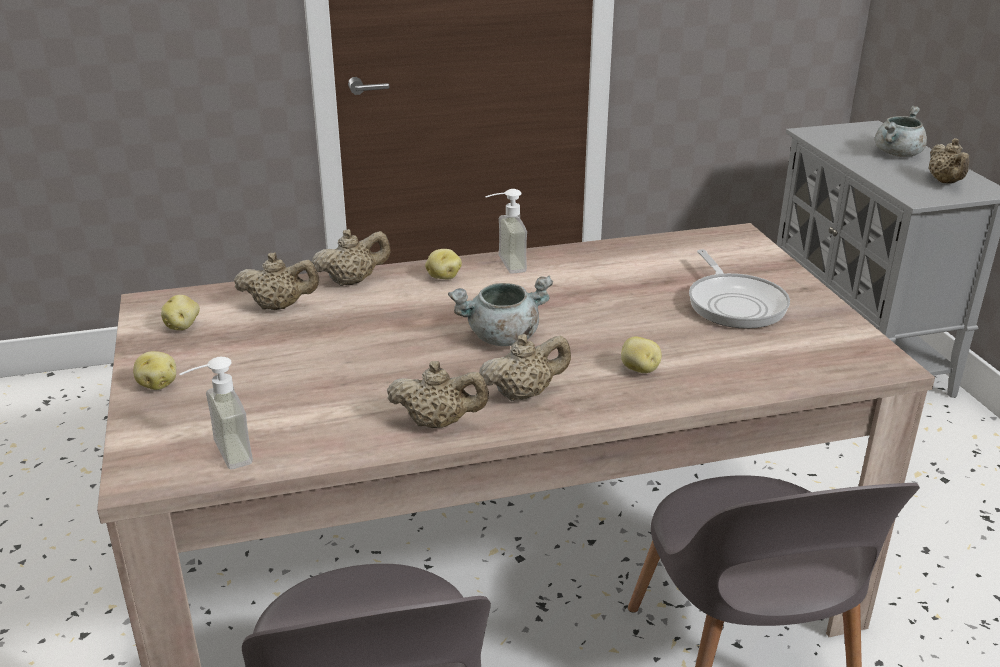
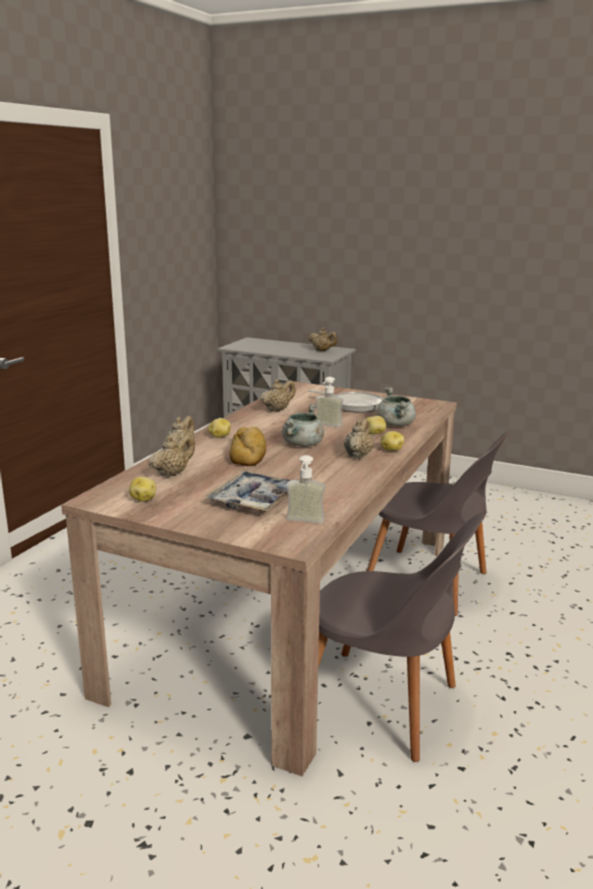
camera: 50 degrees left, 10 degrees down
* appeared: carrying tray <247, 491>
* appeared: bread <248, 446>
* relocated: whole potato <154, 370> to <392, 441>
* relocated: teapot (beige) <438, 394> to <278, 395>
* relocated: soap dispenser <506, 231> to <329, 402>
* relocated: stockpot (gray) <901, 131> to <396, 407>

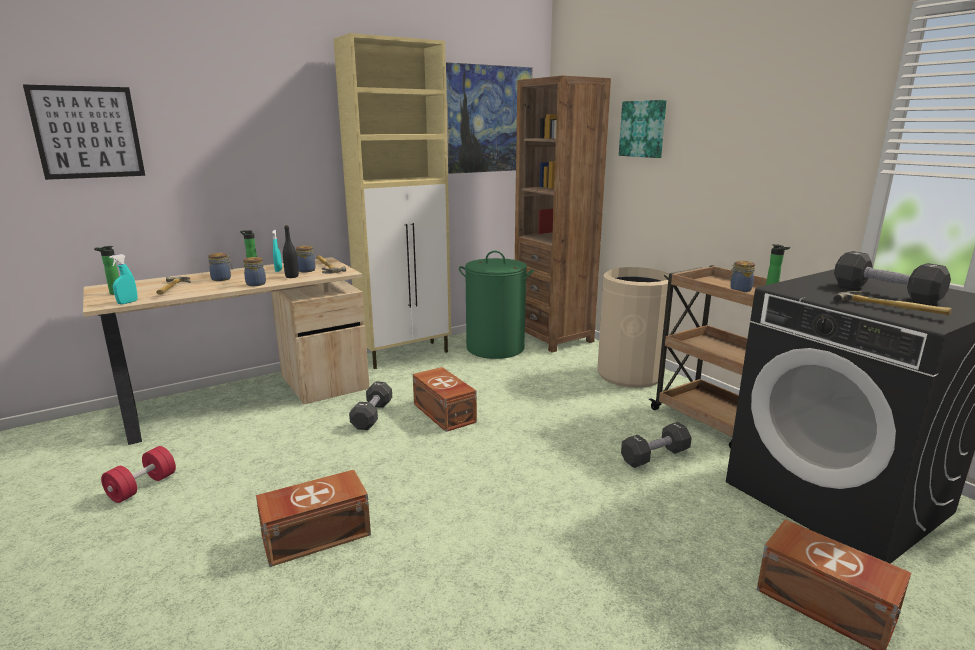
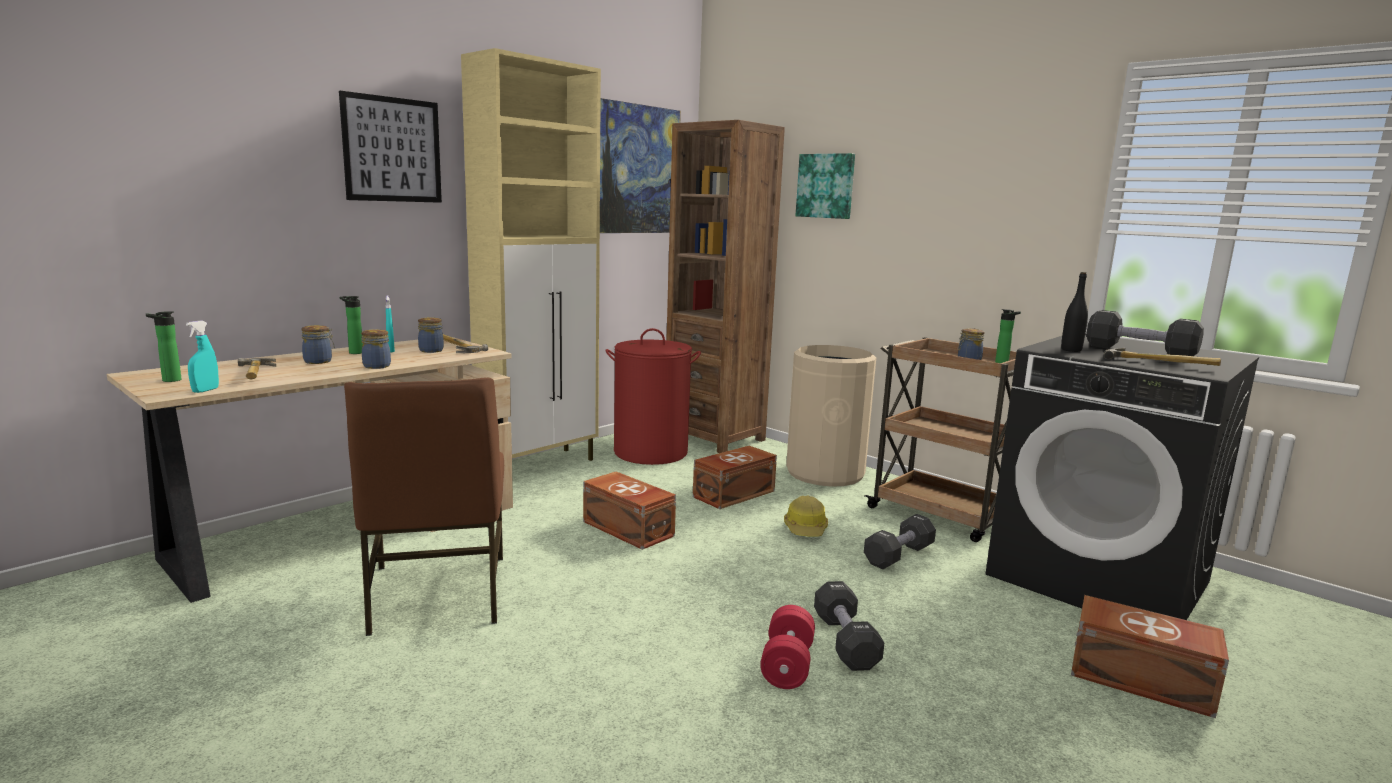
camera: 15 degrees left, 5 degrees down
* appeared: plain chair (brownish) <424, 507>
* appeared: work helmet <806, 516>
* relocated: wall picture <84, 132> to <390, 147>
* relocated: free weight (reddish) <138, 474> to <787, 647>
* relocated: storage box (brownish) <313, 518> to <735, 477>
* relocated: drink bottle (black-coloured) <291, 251> to <1074, 312>
* relocated: free weight (black-coloured) <370, 405> to <849, 626>
* colour: hamper (green) <496, 305> to hamper (reddish) <653, 396>

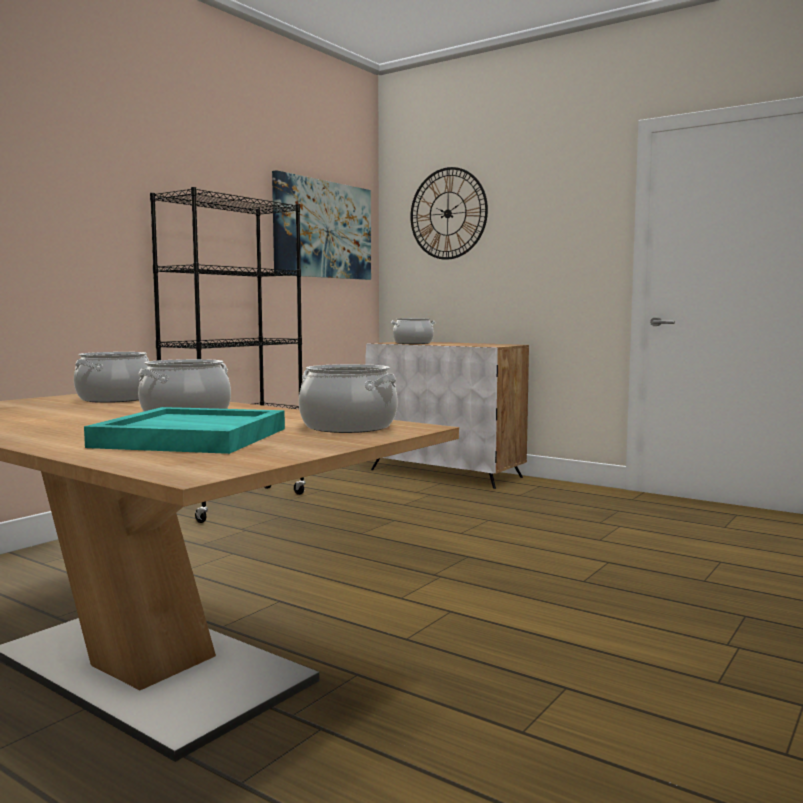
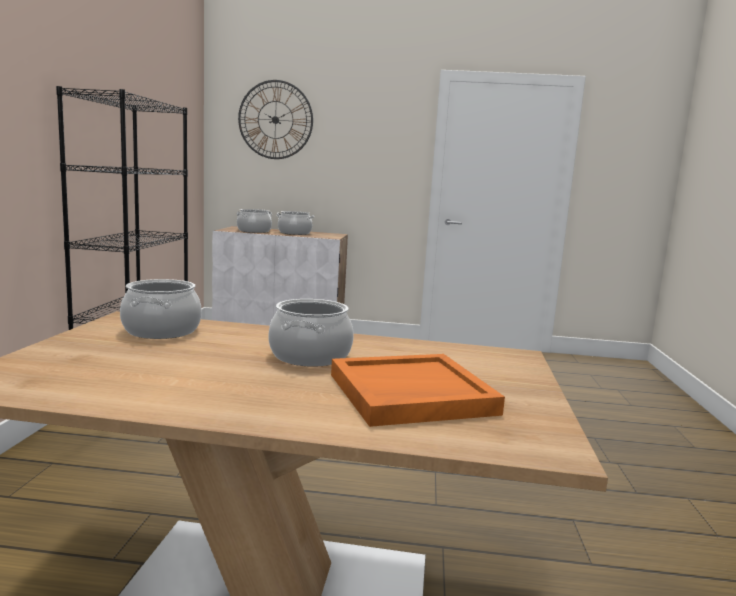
camera: 30 degrees left, 5 degrees up
* missing: wall picture <321, 225>
* relocated: stockpot <348, 398> to <295, 223>
* colour: carrying tray (turquoise-coloured) <184, 430> to carrying tray (orangey) <418, 390>

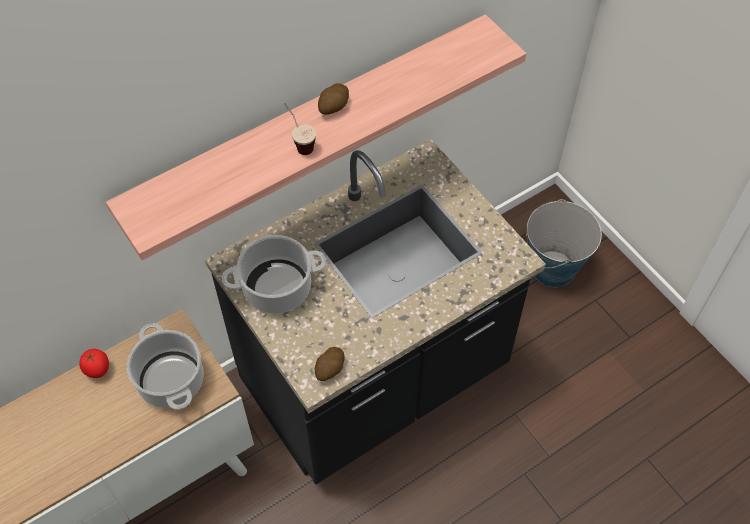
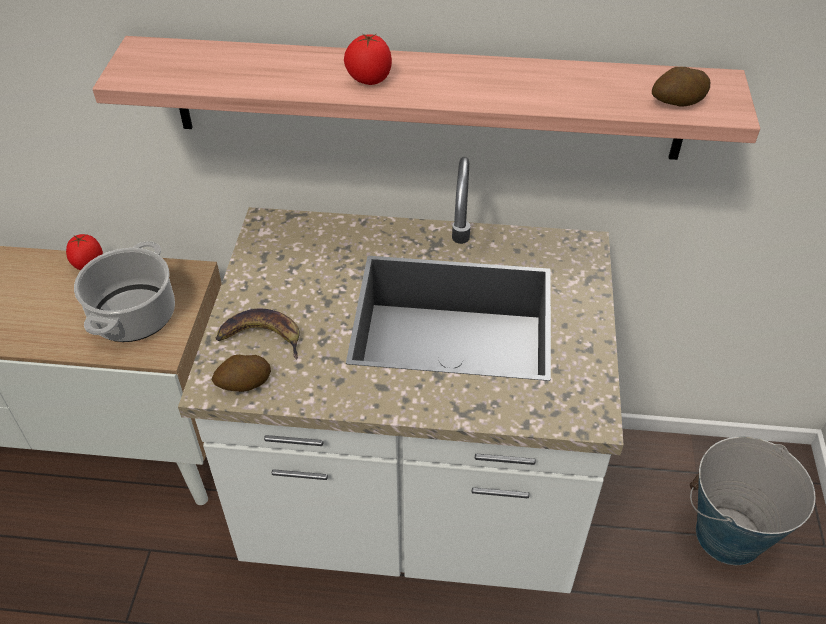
camera: 40 degrees right, 10 degrees down
* missing: stockpot <274, 274>
* appeared: whole banana <258, 334>
* relocated: whole potato <333, 99> to <681, 87>
* exchanged: cup <300, 129> to whole tomato <368, 59>
* colour: counter (black-coloured) <375, 312> to counter (white) <401, 375>

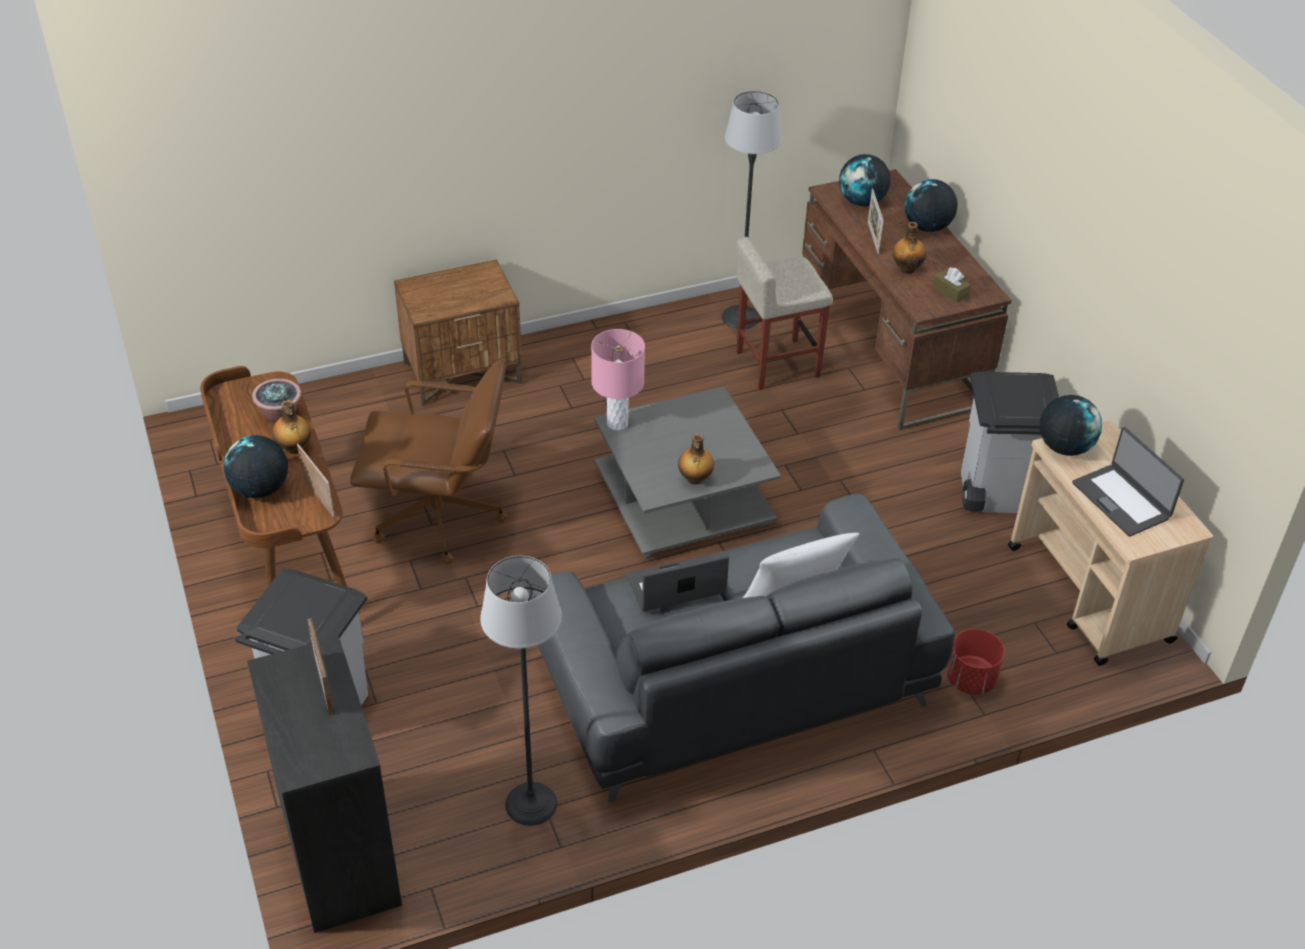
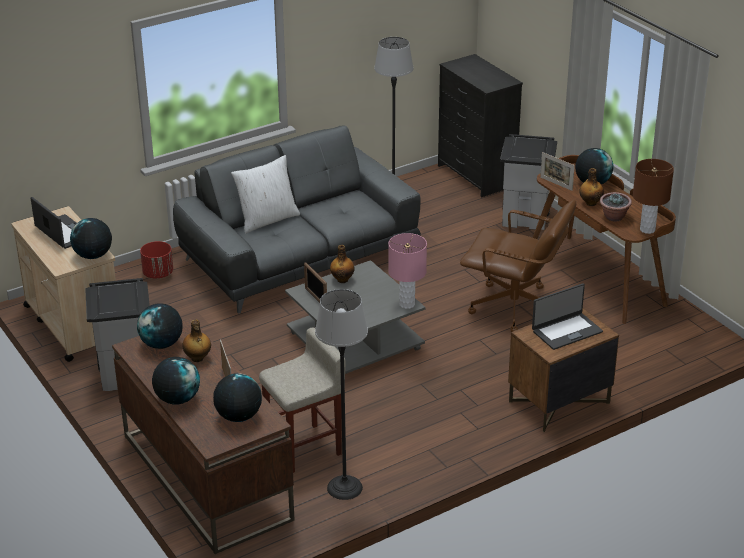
camera: 170 degrees right, 10 degrees down
* appeared: tabletop lamp (brownish) <653, 196>
* relocated: photo frame <320, 667> to <315, 282>
* relocated: portable computer <678, 583> to <567, 316>
* exchanged: box of tissues (brownish) <952, 285> to desk globe <159, 326>
* spun: office chair (brownish) <428, 461> = <518, 266> 150 degrees counterclockwise

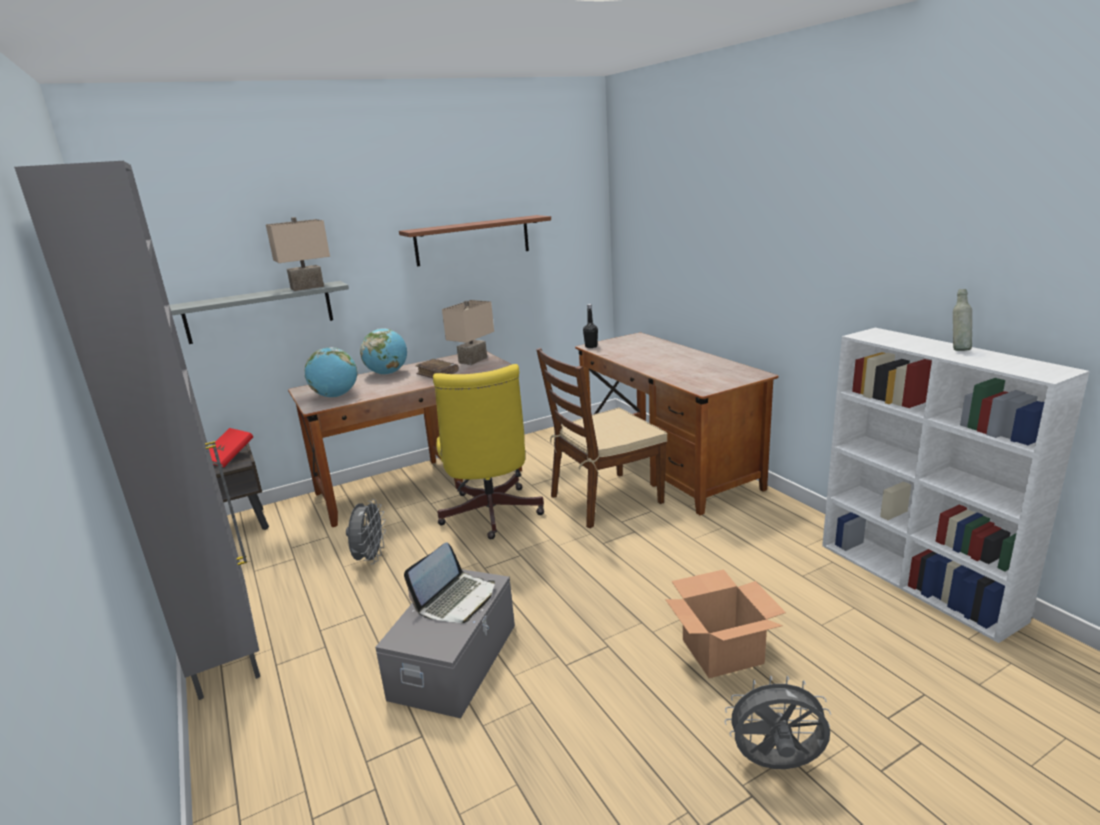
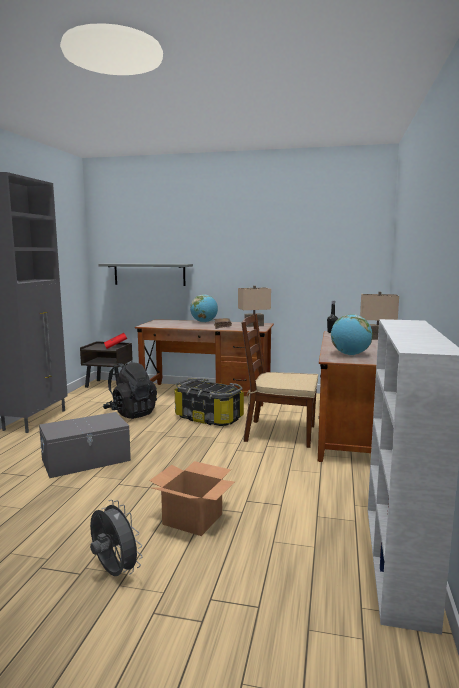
camera: 40 degrees right, 10 degrees down
* missing: wall shelf (brownish) <475, 241>
* missing: portable computer <449, 583>
* missing: drink bottle (gray) <962, 320>
* relocated: tabletop lamp (beige) <298, 254> to <379, 316>
* relocated: desk globe <331, 372> to <352, 335>
* exchanged: electric fan (gray) <366, 531> to knapsack (black-coloured) <130, 390>
* exchanged: office chair (yellow) <488, 451> to storage box <209, 402>

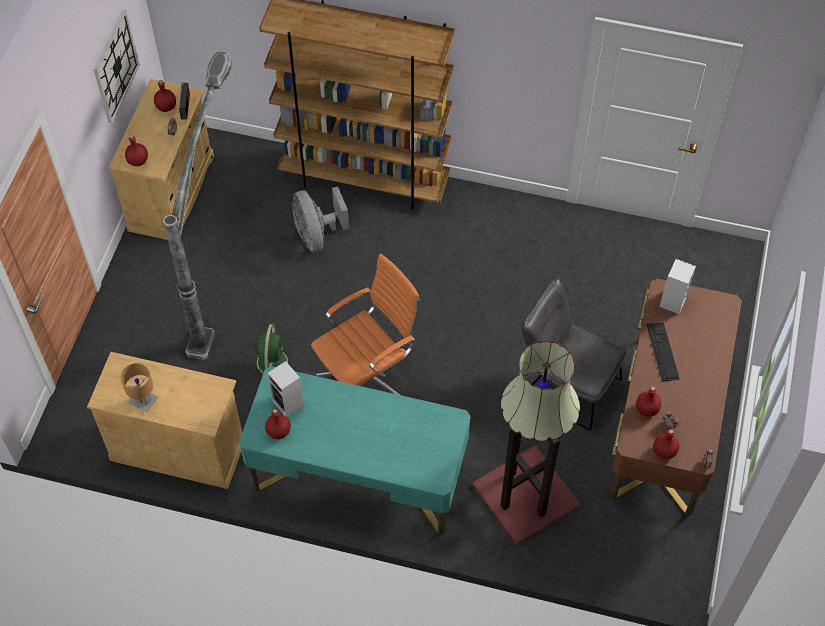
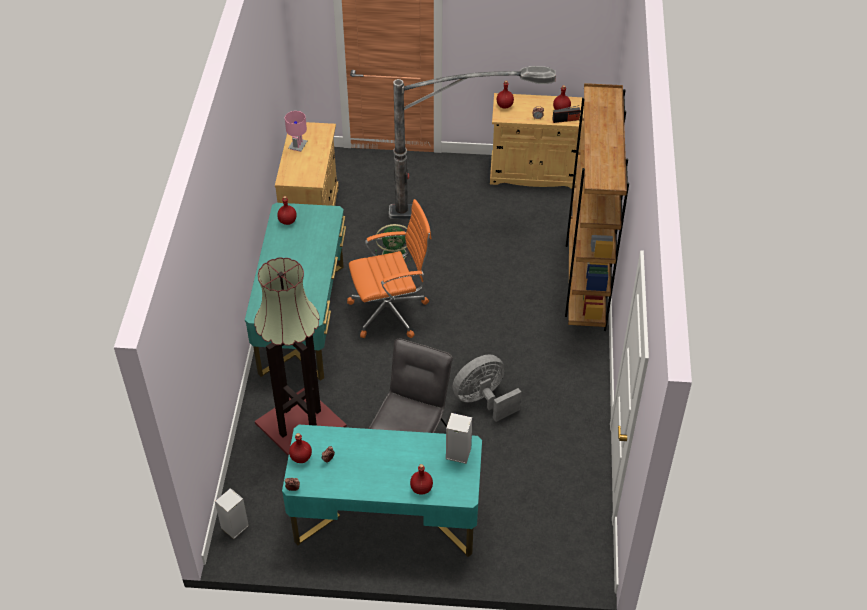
camera: 80 degrees right, 10 degrees down
* missing: wall clock <117, 66>
* missing: keyboard <663, 352>
* relocated: audio speaker <285, 389> to <232, 513>
* relocated: electric fan (gray) <320, 219> to <486, 388>
* relocated: drink bottle (reddish) <648, 401> to <421, 479>
* colour: tabletop lamp (brownish) <139, 387> to tabletop lamp (pink) <296, 131>
* colour: desk unit (brownish) <676, 398> to desk unit (turquoise-coloured) <382, 491>
* spun: office chair (orangey) <365, 324> = <389, 268> 60 degrees counterclockwise

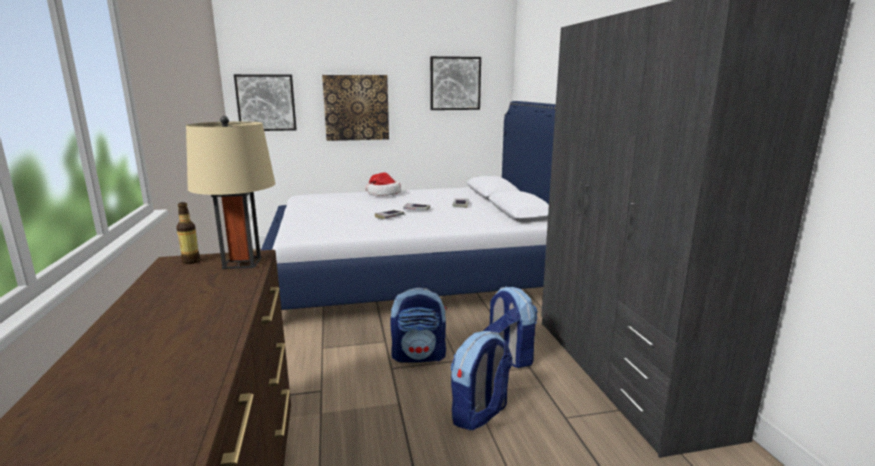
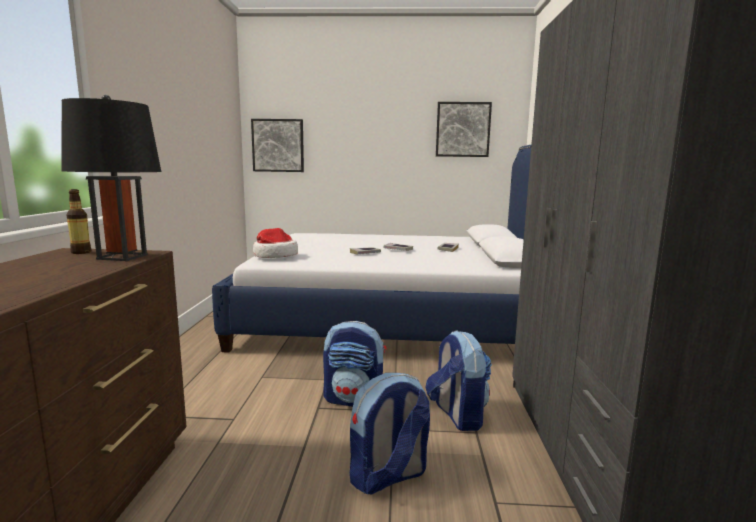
camera: 15 degrees right, 5 degrees down
* missing: wall picture <355, 108>
* relocated: hat <383, 184> to <275, 243>
* colour: tabletop lamp (beige) <231, 192> to tabletop lamp (black-coloured) <111, 178>

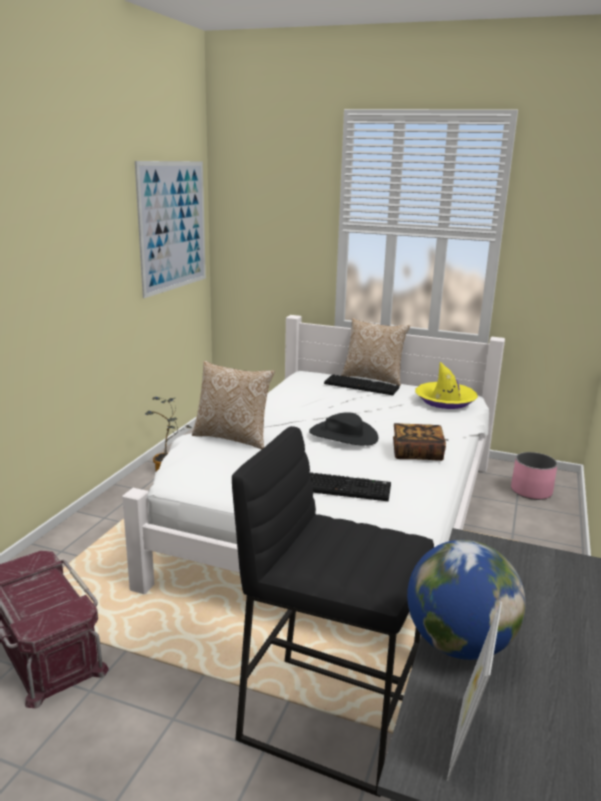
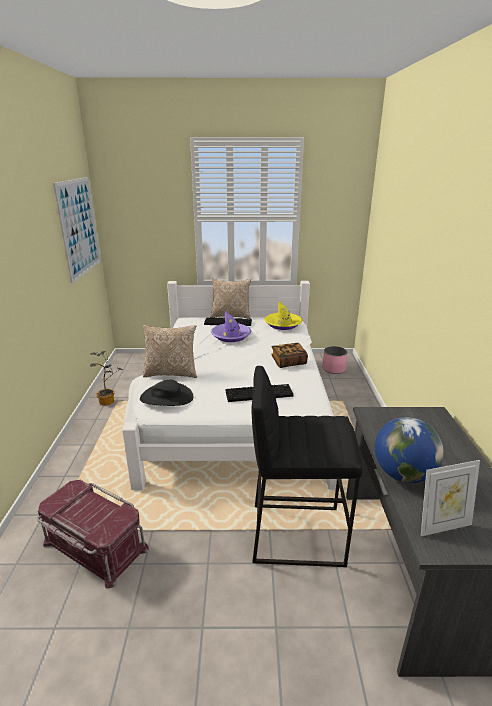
camera: 20 degrees left, 5 degrees up
* appeared: hat (purple) <231, 326>
* relocated: hat (black-coloured) <343, 429> to <167, 393>
* spun: photo frame <474, 691> = <450, 498> 105 degrees counterclockwise

